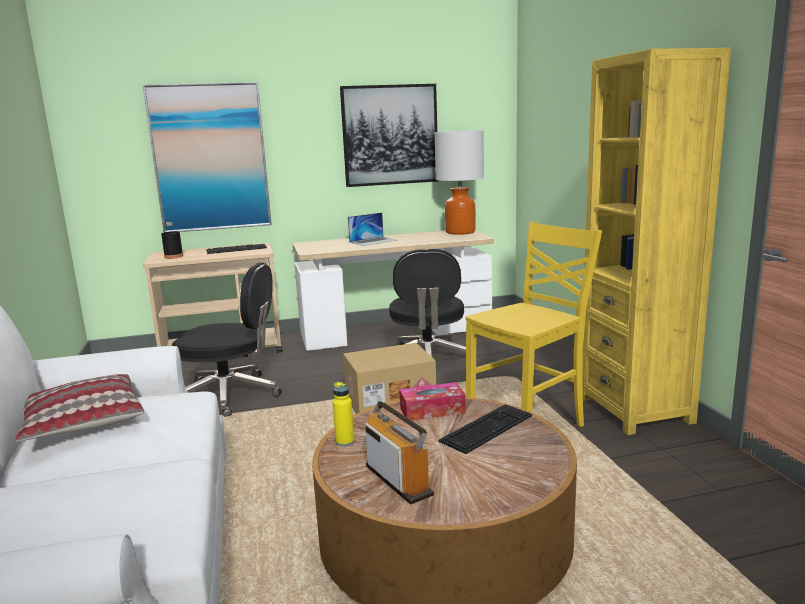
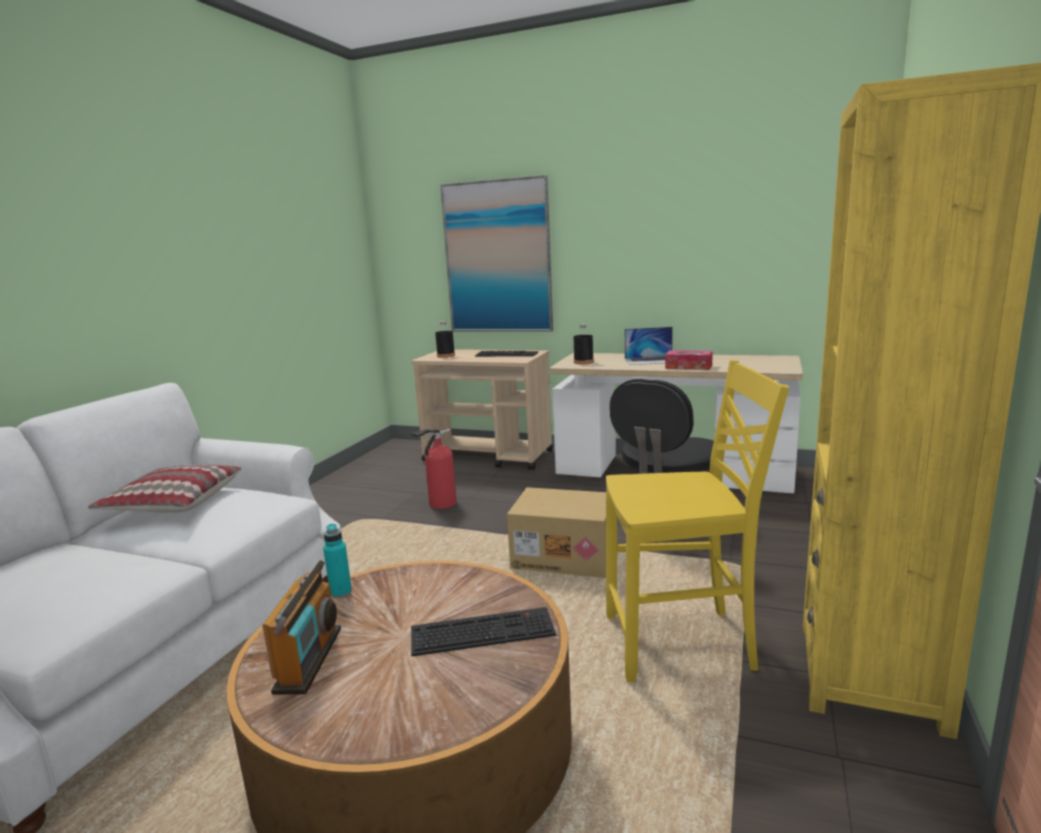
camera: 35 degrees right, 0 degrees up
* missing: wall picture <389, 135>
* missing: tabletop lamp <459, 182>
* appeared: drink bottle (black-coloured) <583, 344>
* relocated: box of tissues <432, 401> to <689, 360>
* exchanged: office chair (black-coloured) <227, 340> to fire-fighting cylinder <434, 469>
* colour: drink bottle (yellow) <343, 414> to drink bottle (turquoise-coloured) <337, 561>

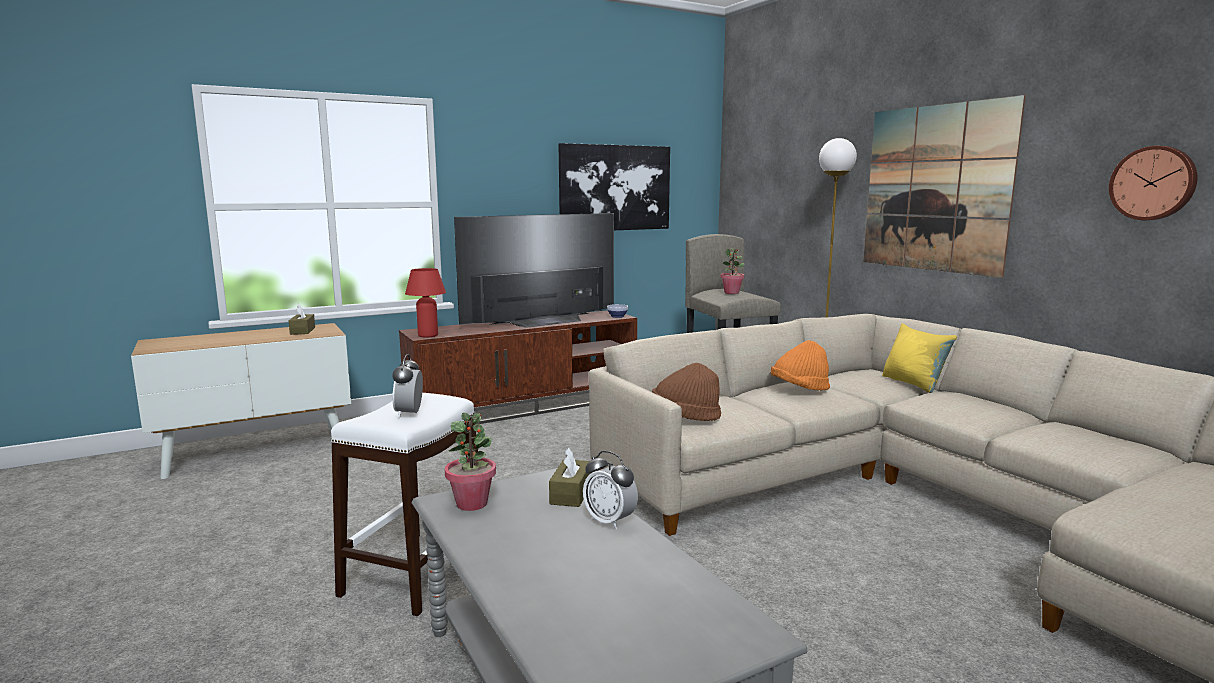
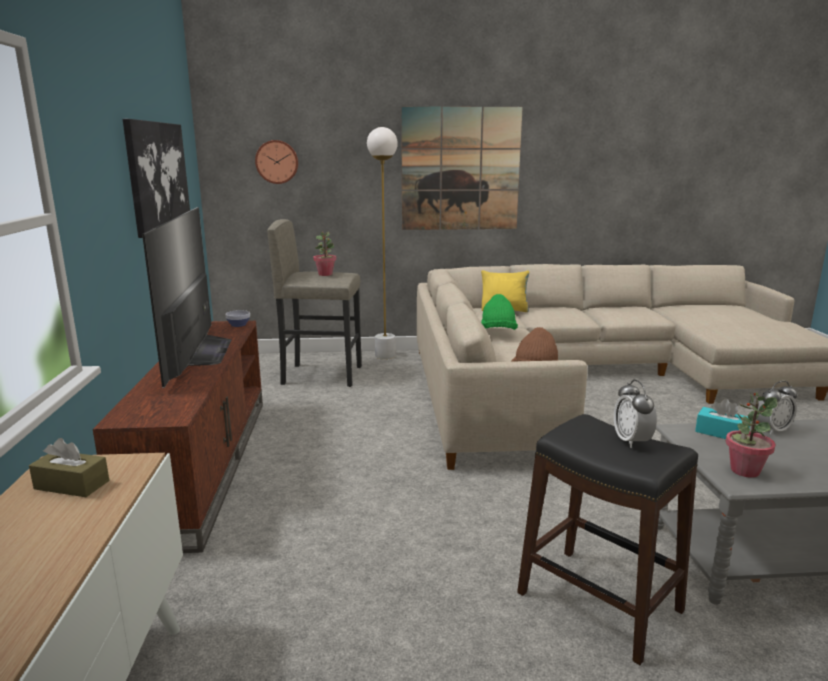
camera: 65 degrees left, 5 degrees up
* missing: tabletop lamp (reddish) <425, 302>
* relocated: wall clock <1153, 183> to <276, 162>
* colour: sitting stool (white) <404, 504> to sitting stool (black-coloured) <607, 539>
* colour: box of tissues (brownish) <570, 477> to box of tissues (turquoise-coloured) <722, 419>
* colour: hat (orangey) <800, 365> to hat (green) <499, 312>
* spun: table clock <407, 386> = <635, 414> 60 degrees clockwise

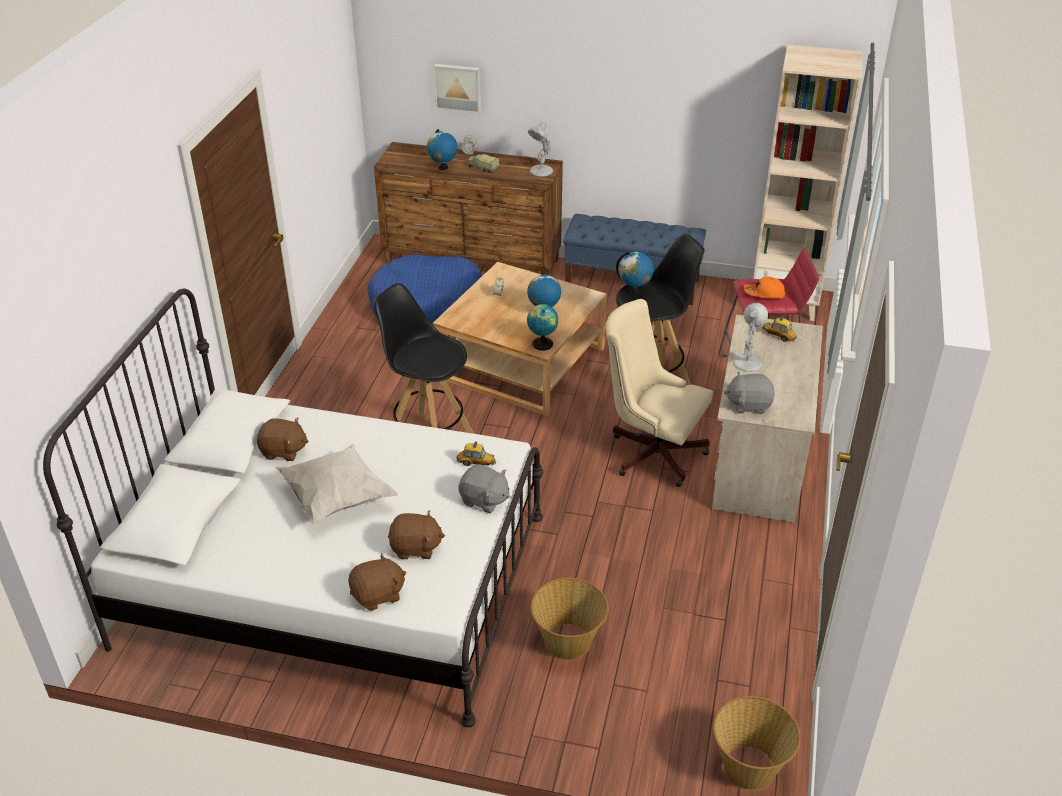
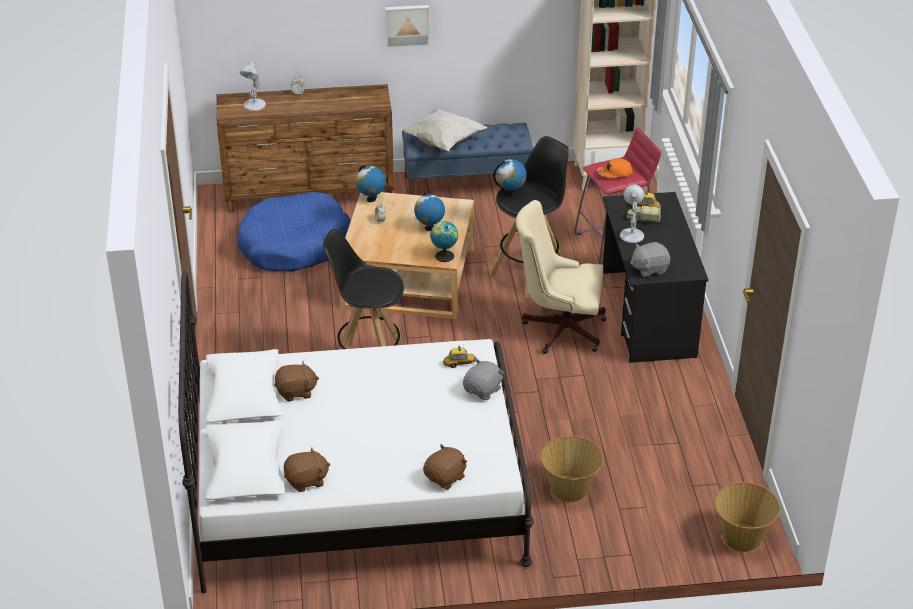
camera: 20 degrees left, 0 degrees up
* relocated: pillow (white) <336, 484> to <443, 129>
* relocated: plush toy (brownish) <416, 534> to <307, 469>
* relocated: desk globe <442, 149> to <371, 183>
* relocated: wall picture <457, 89> to <407, 27>
* relocated: model truck <483, 163> to <644, 214>
* relocated: tabletop lamp (white) <540, 149> to <253, 86>
* colour: desk unit (beige) <767, 419> to desk unit (black-coloured) <655, 277>
* spun: plush toy (gray) <484, 488> = <483, 379> 60 degrees counterclockwise

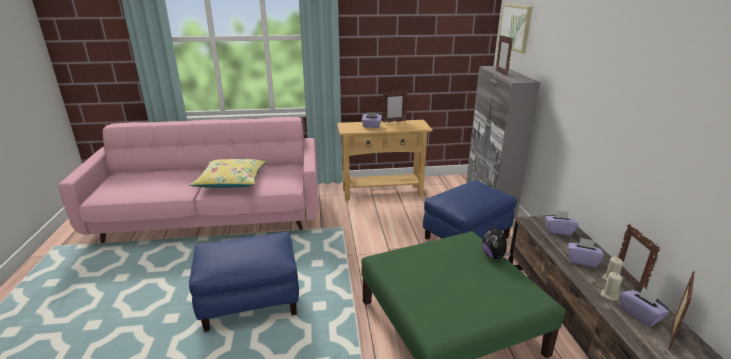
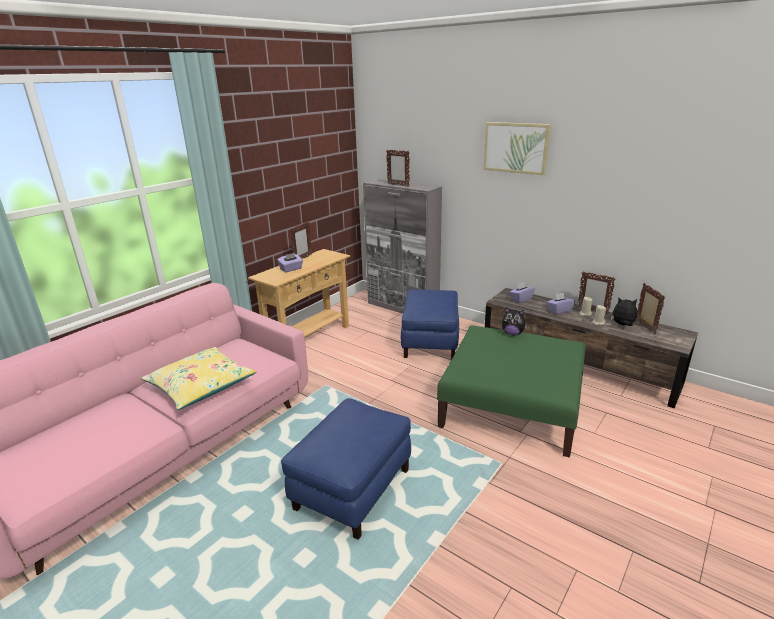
camera: 45 degrees left, 0 degrees up
* relocated: wall picture <515, 29> to <517, 148>
* exchanged: box of tissues (purple) <645, 307> to plush toy <624, 312>

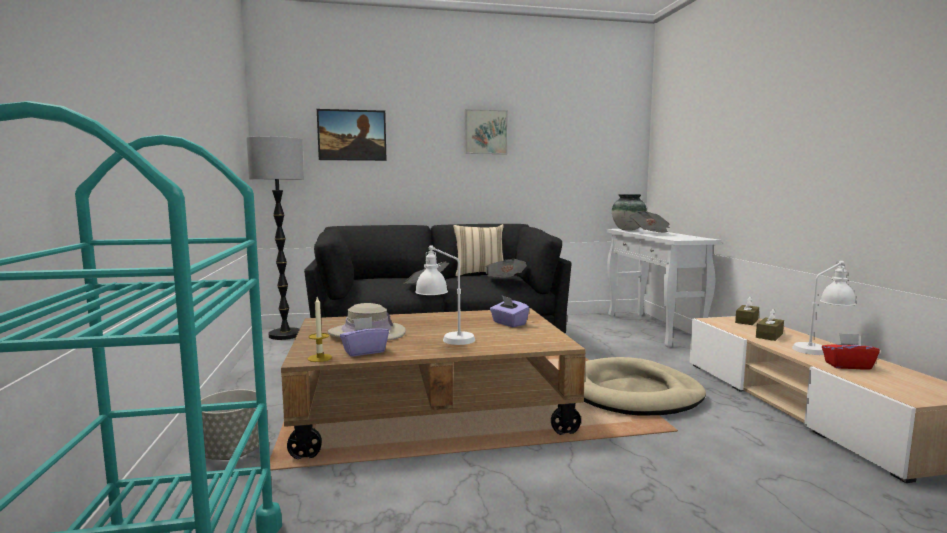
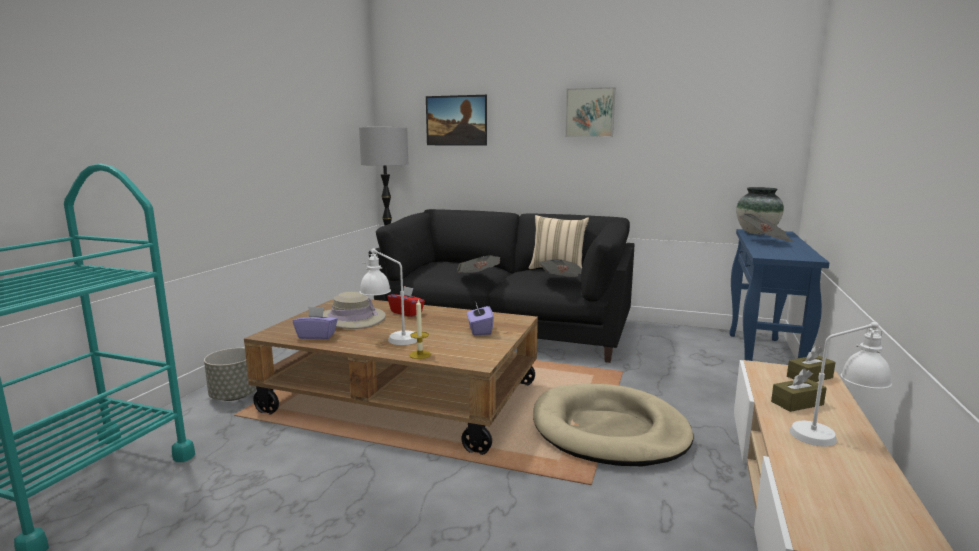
camera: 30 degrees right, 5 degrees up
* relocated: wax light <320, 329> to <420, 329>
* relocated: box of tissues (reddish) <851, 351> to <406, 301>
* colour: console table (white) <664, 288> to console table (blue-coloured) <779, 295>

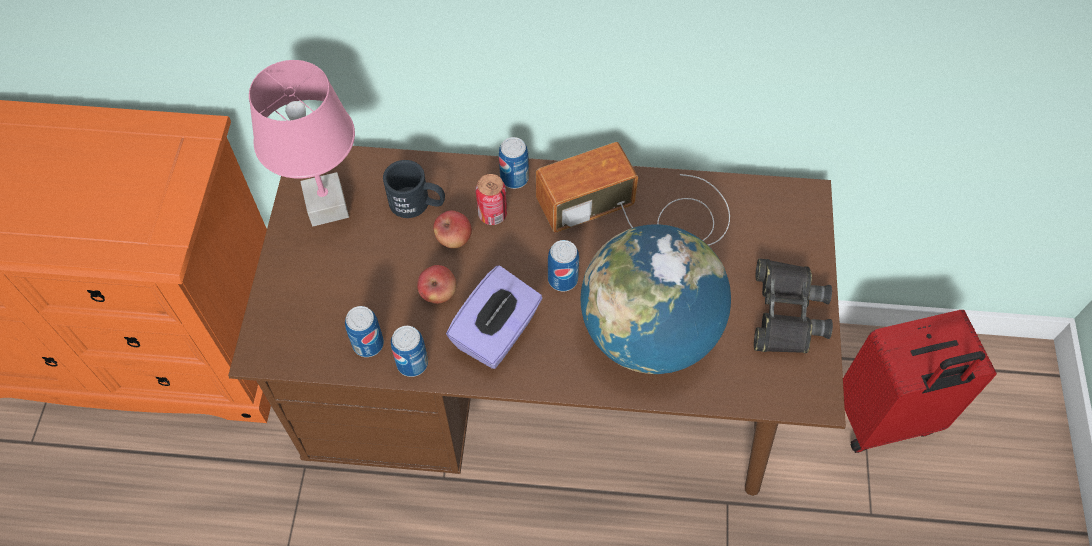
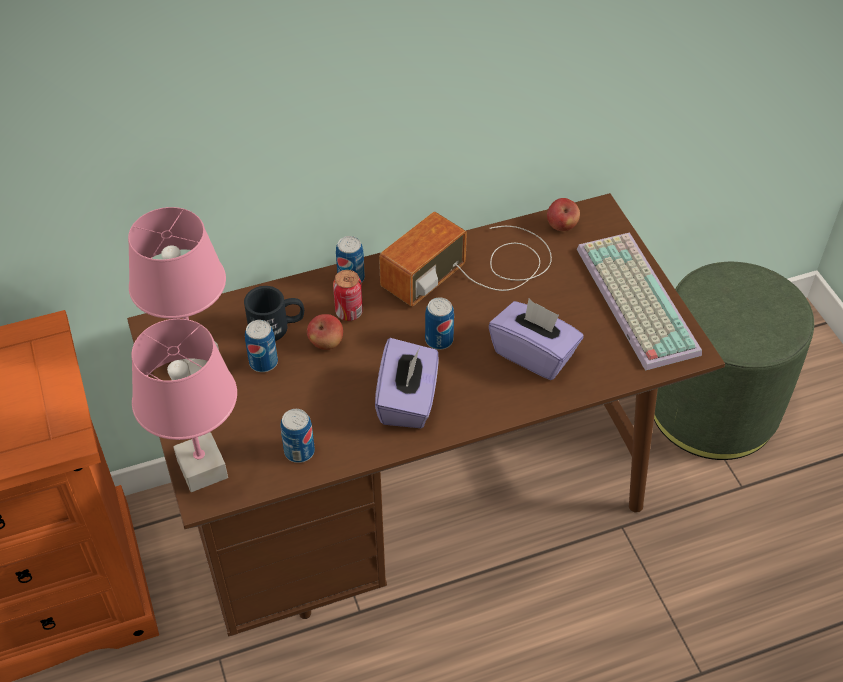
camera: 25 degrees left, 10 degrees down
* appeared: tabletop lamp (pink) <184, 405>
* relocated: can <409, 351> to <261, 346>
* relocated: whole apple <436, 284> to <563, 214>
* exchanged: desk globe <656, 299> to box of tissues (purple) <536, 339>
* exchanged: binoculars (black-coloured) <793, 306> to keyboard <639, 301>
* exchanged: travel case (reddish) <920, 381> to ottoman (green) <734, 361>

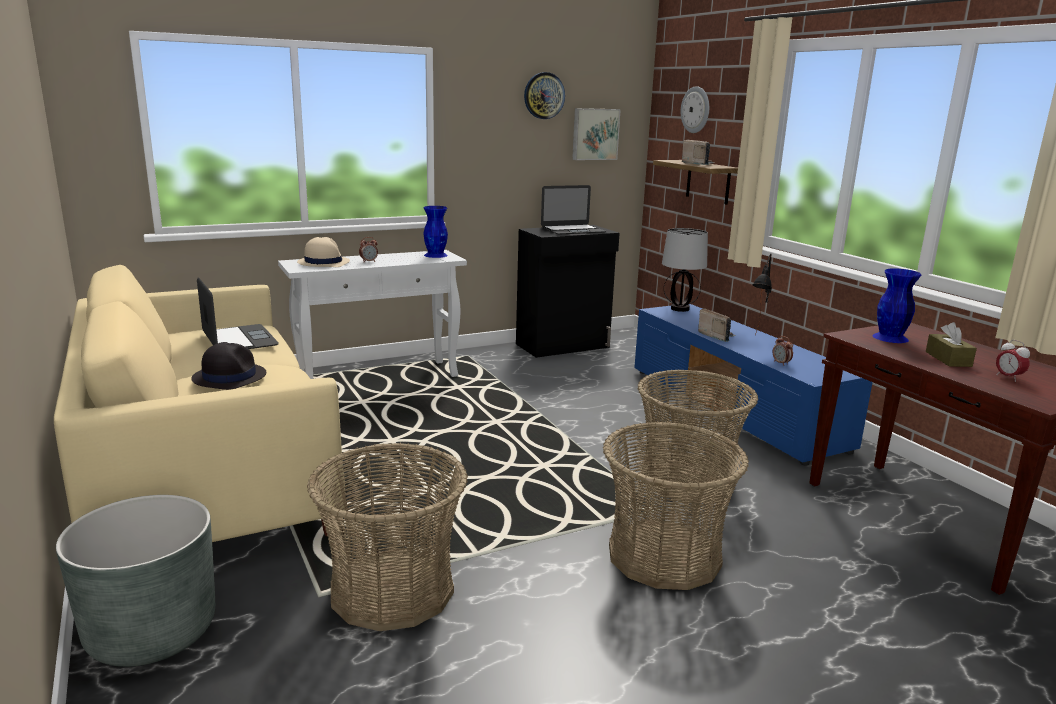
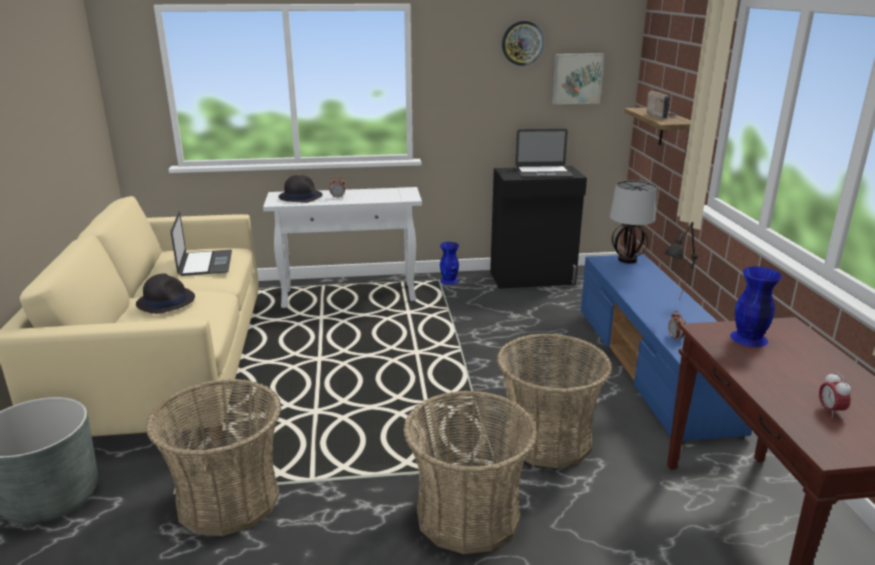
camera: 20 degrees right, 5 degrees up
* missing: wall clock <695, 109>
* missing: radio set <717, 325>
* missing: box of tissues (brownish) <951, 344>
* relocated: vase (blue-coloured) <435, 232> to <449, 263>
* colour: hat (beige) <323, 252> to hat (black-coloured) <300, 189>

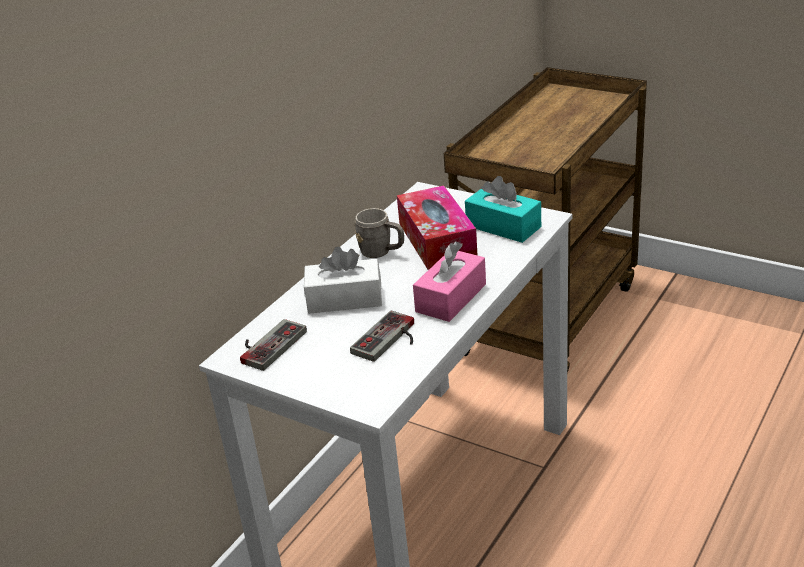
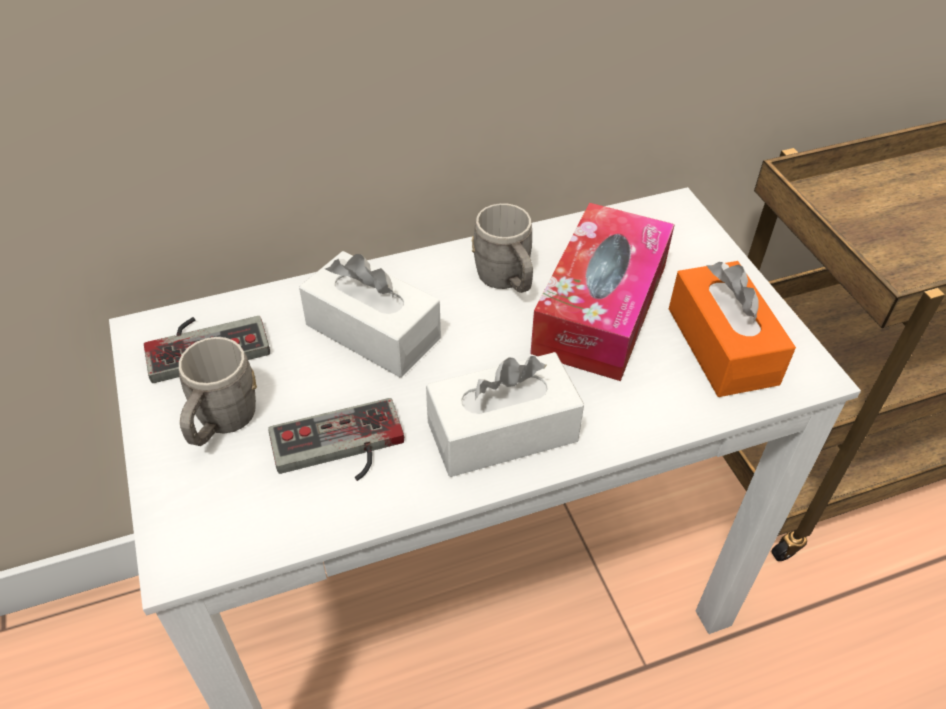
camera: 35 degrees right, 15 degrees up
* appeared: tea mug (gray) <218, 391>
* colour: box of tissues (pink) <449, 281> to box of tissues (white) <505, 414>
* colour: box of tissues (turquoise-coloured) <503, 209> to box of tissues (orangey) <732, 329>

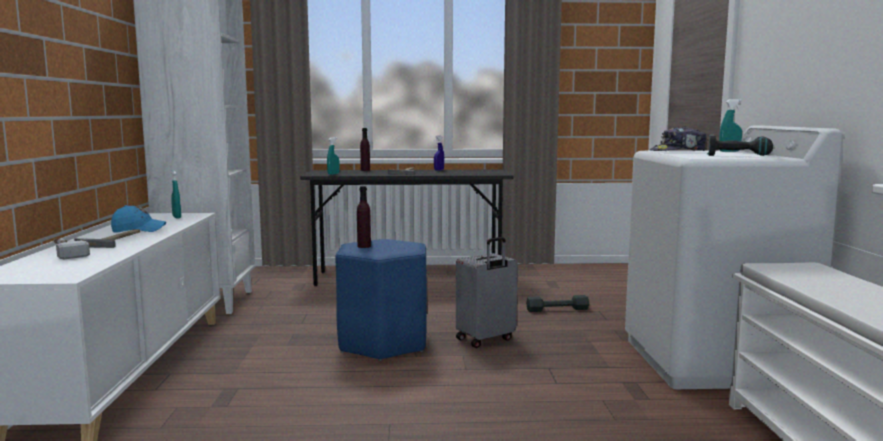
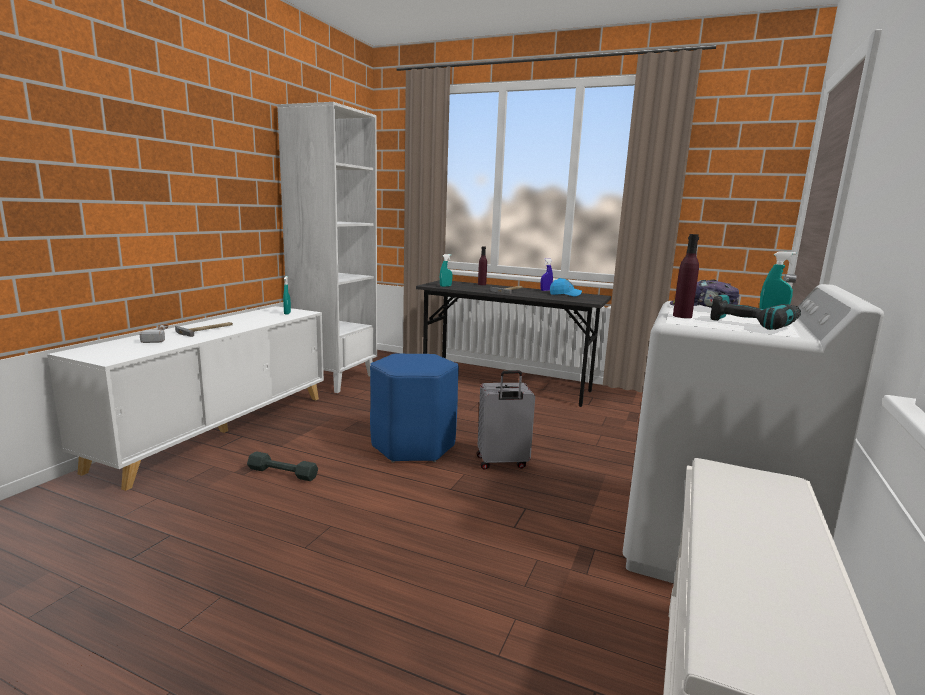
camera: 25 degrees right, 5 degrees up
* relocated: baseball cap (blue-coloured) <138, 219> to <566, 287>
* relocated: drink bottle (purple) <364, 217> to <686, 276>
* relocated: free weight (gray) <557, 303> to <282, 466>

